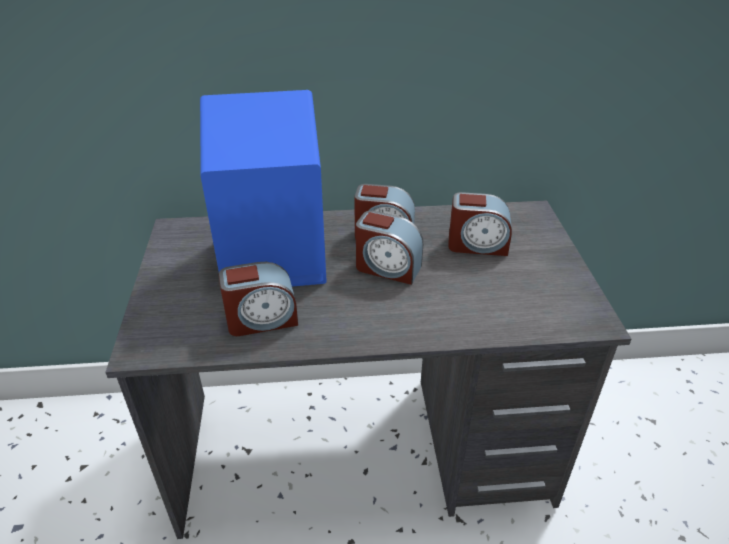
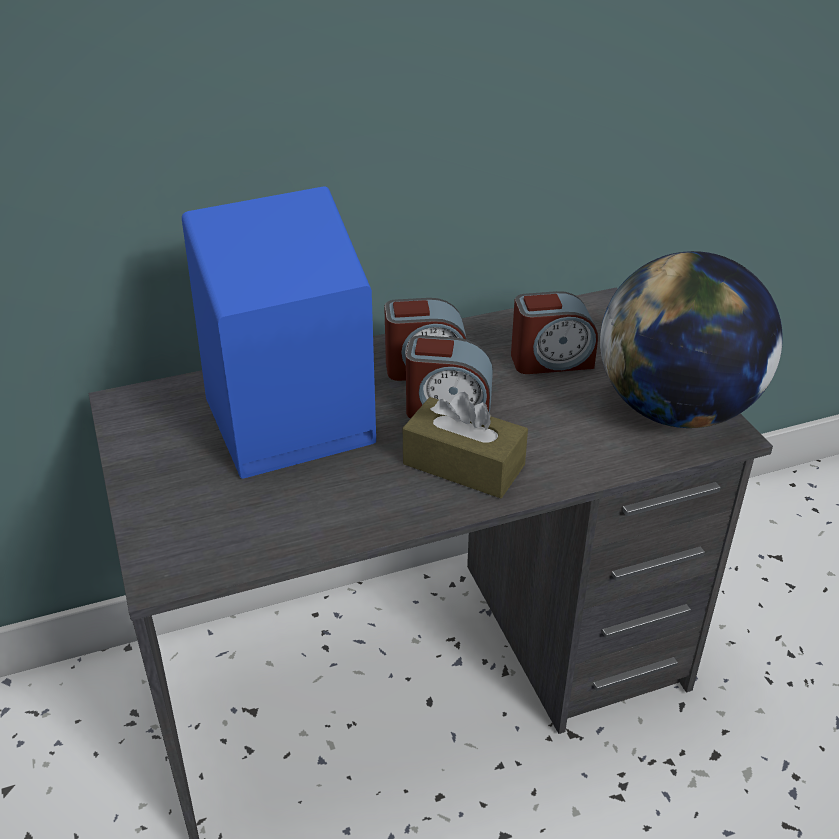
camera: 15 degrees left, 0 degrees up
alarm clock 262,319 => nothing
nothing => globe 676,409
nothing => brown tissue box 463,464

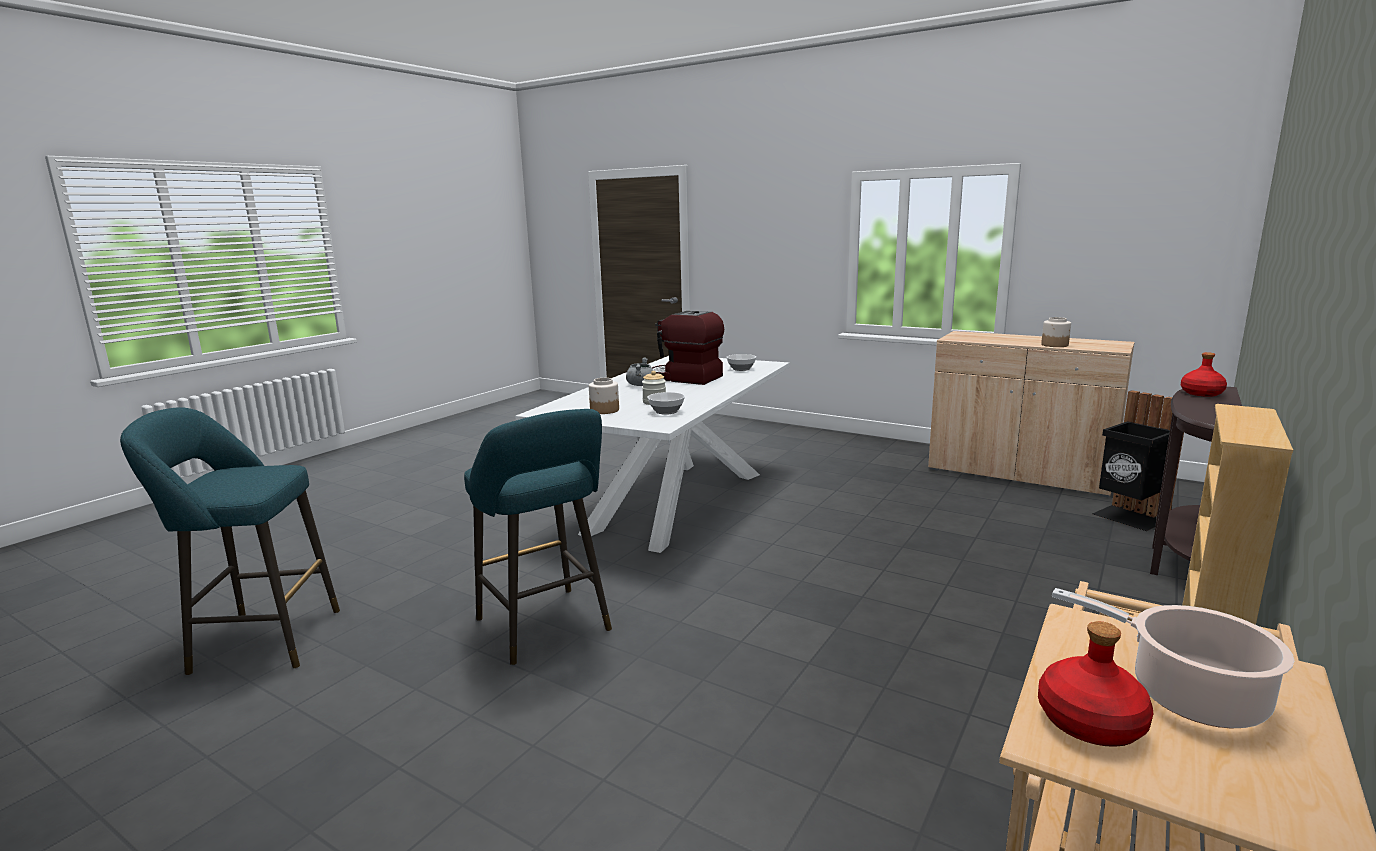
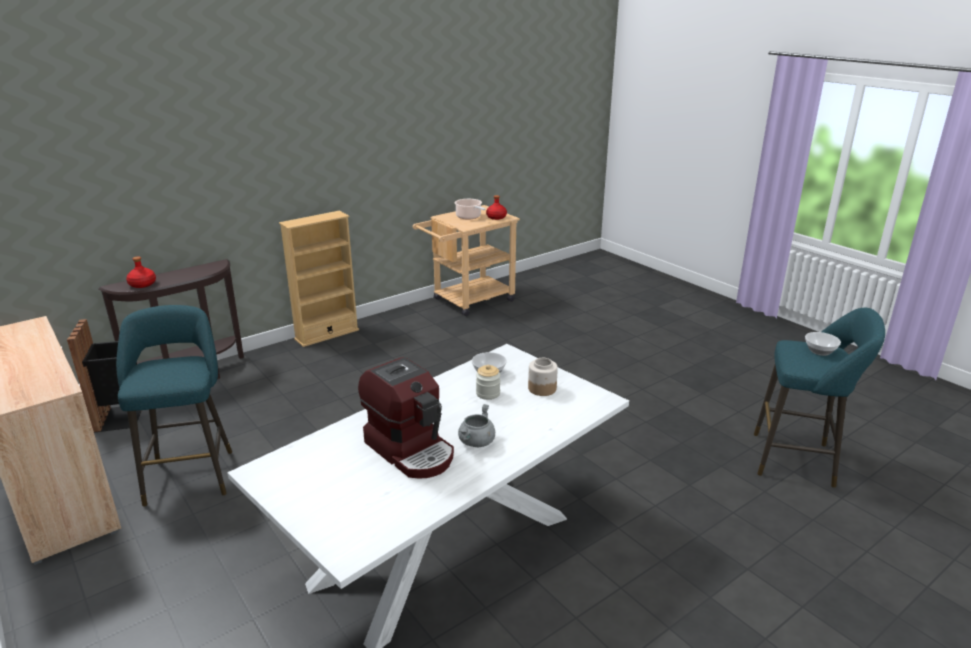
camera: 160 degrees left, 10 degrees up
jar 1055,345 => nothing
bowl 742,369 => bowl 819,351, shifted
turquoise stool 546,628 => turquoise stool 190,473, shifted

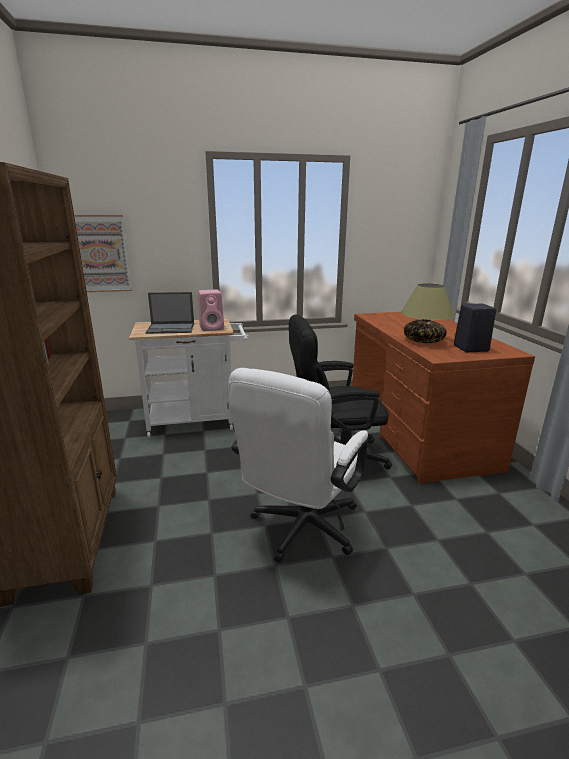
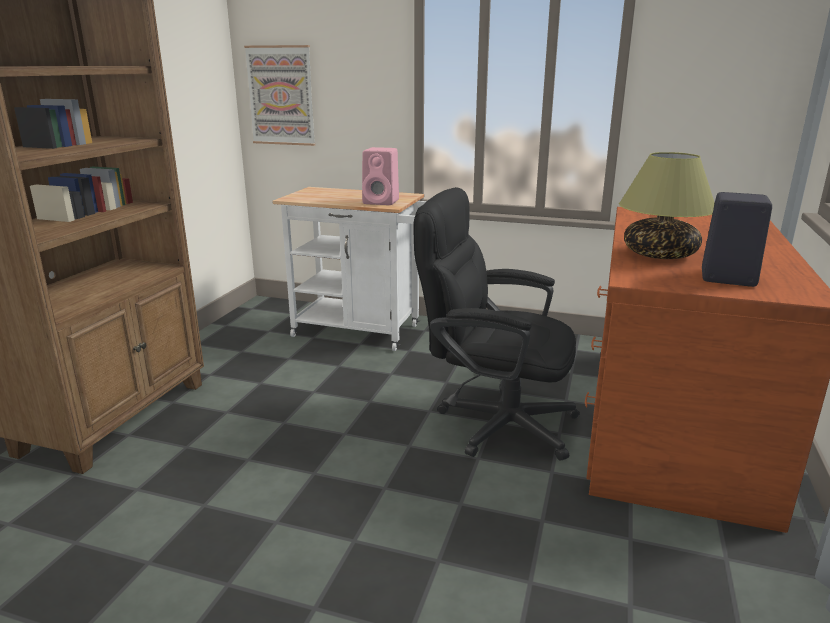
camera: 30 degrees right, 0 degrees up
laptop 171,328 => nothing
white office chair 300,531 => nothing

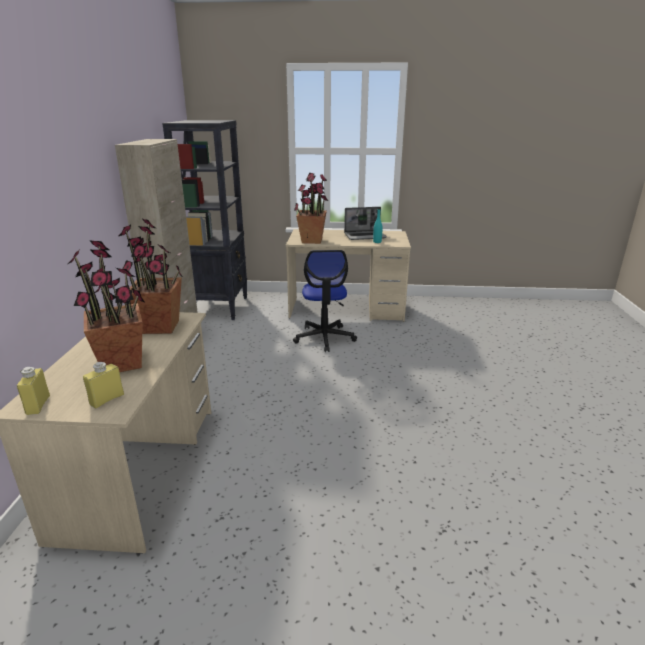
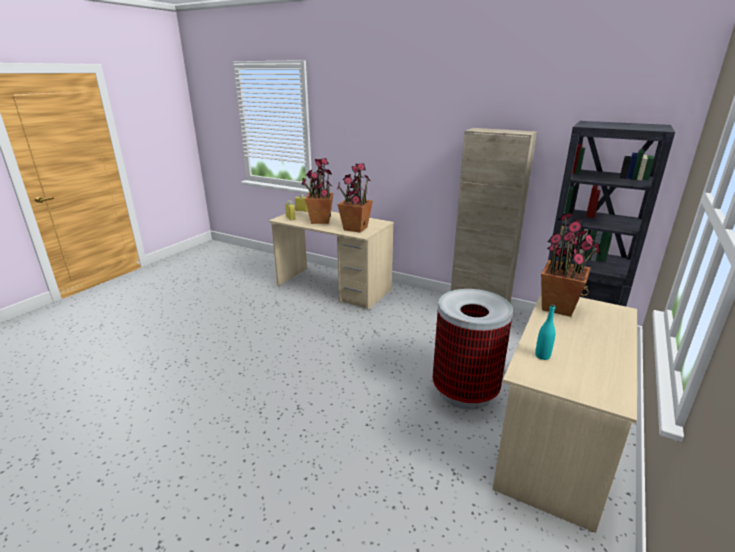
camera: 115 degrees right, 0 degrees up
laptop 365,236 => nothing
office chair 324,338 => trash can 464,391

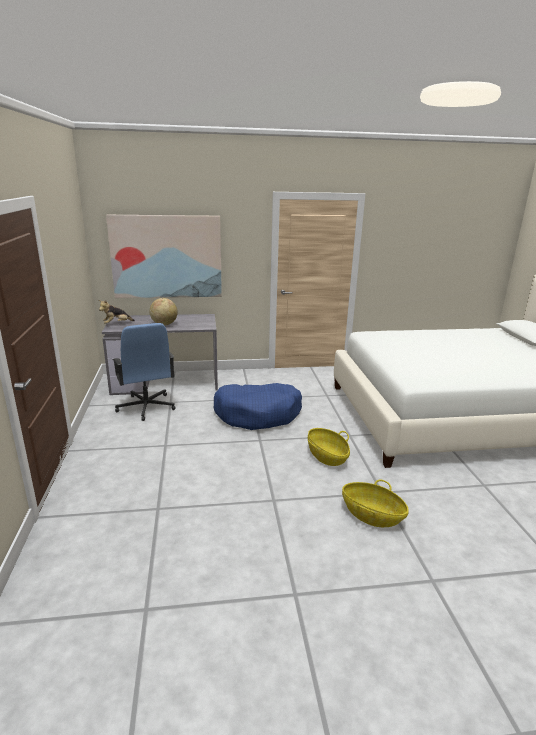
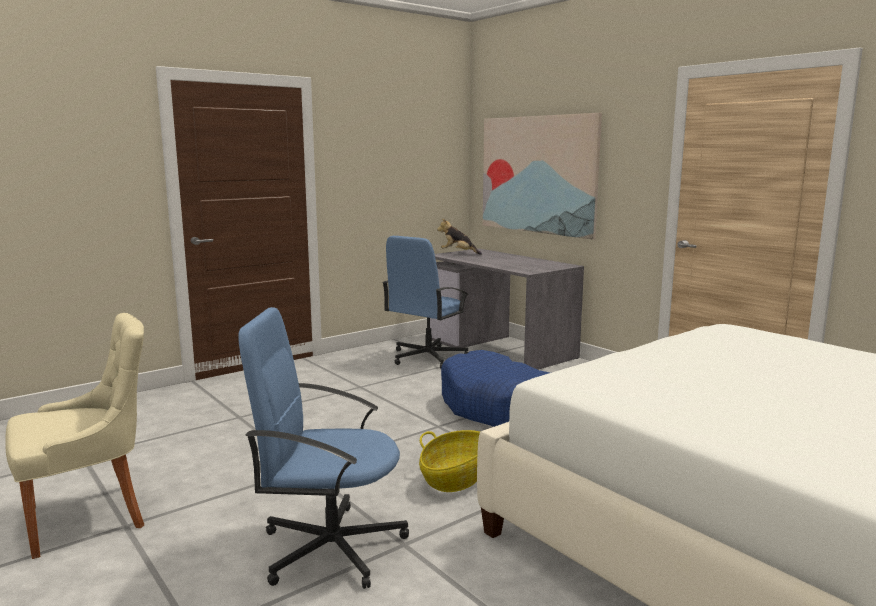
camera: 60 degrees right, 10 degrees down
globe 164,324 => nothing
basket 372,515 => blue office chair 330,547
nothing => beige chair 91,516

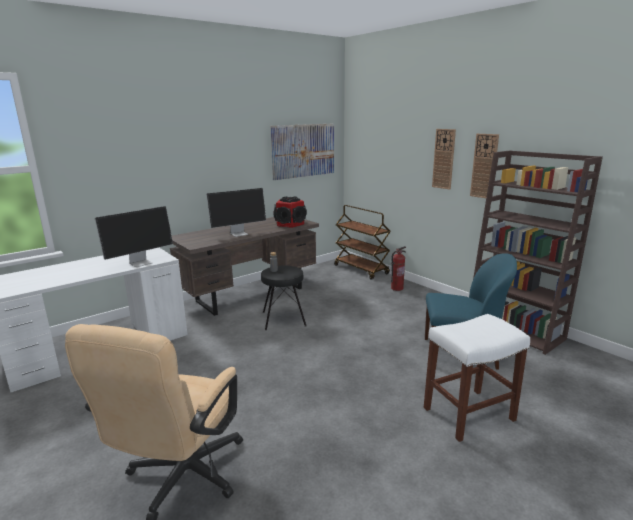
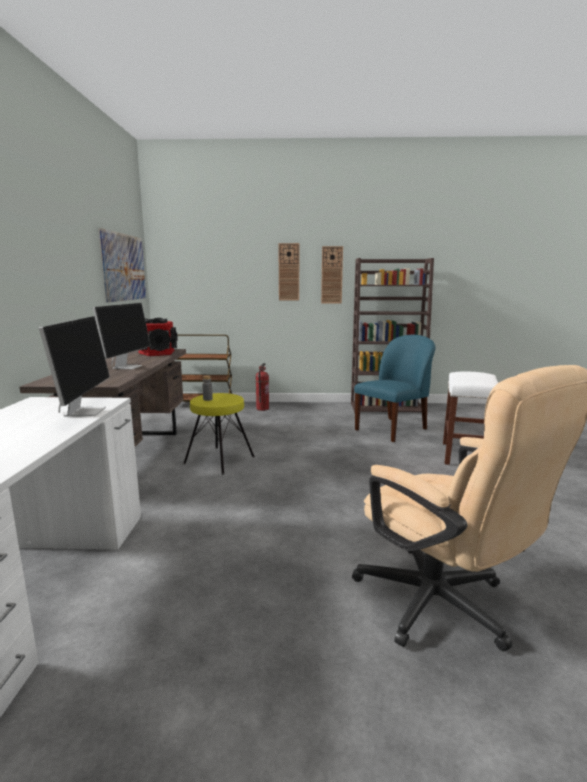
camera: 50 degrees left, 5 degrees down
black stool 283,319 => yellow stool 219,460

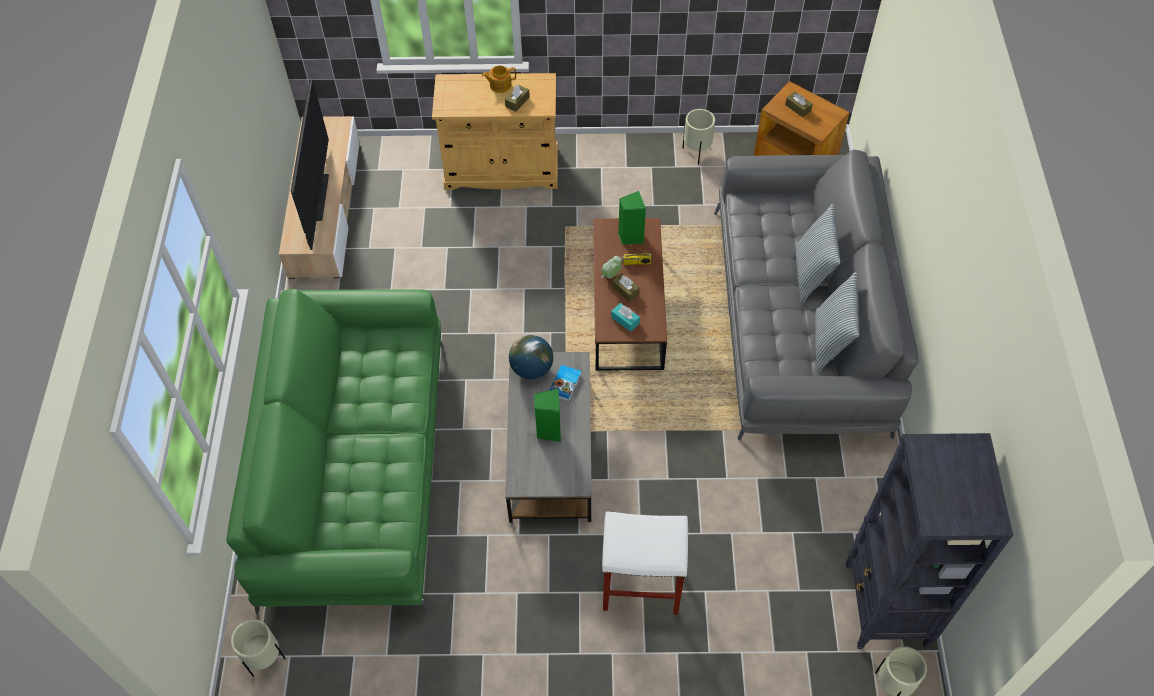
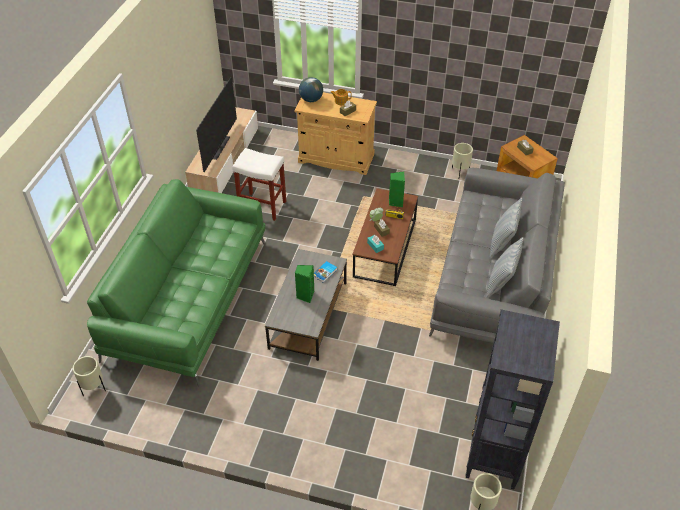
camera: 15 degrees right, 10 degrees down
globe 532,369 => globe 311,100, shifted
white stool 640,586 => white stool 261,206, shifted

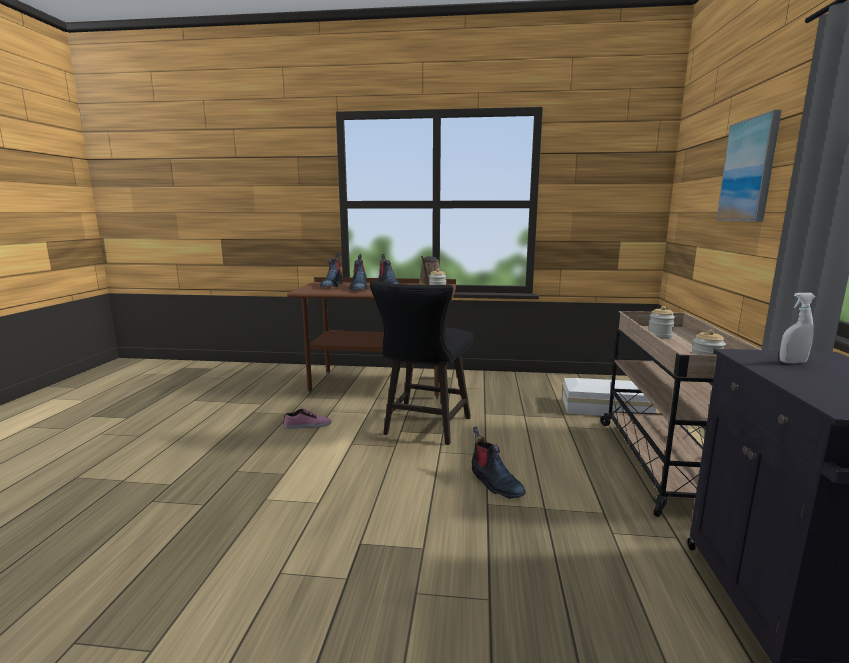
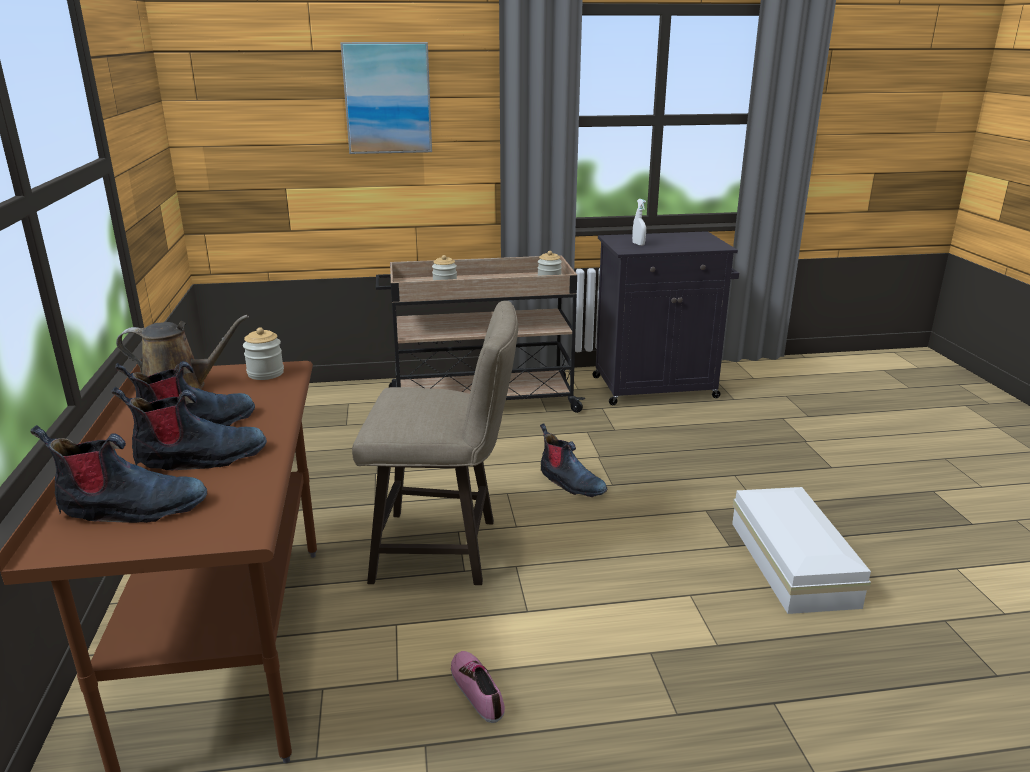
camera: 105 degrees left, 10 degrees up
black stool 424,428 => beige stool 446,550
white storage box 604,407 => white storage box 791,564, shifted
boot 494,483 => boot 570,483, 90 degrees clockwise

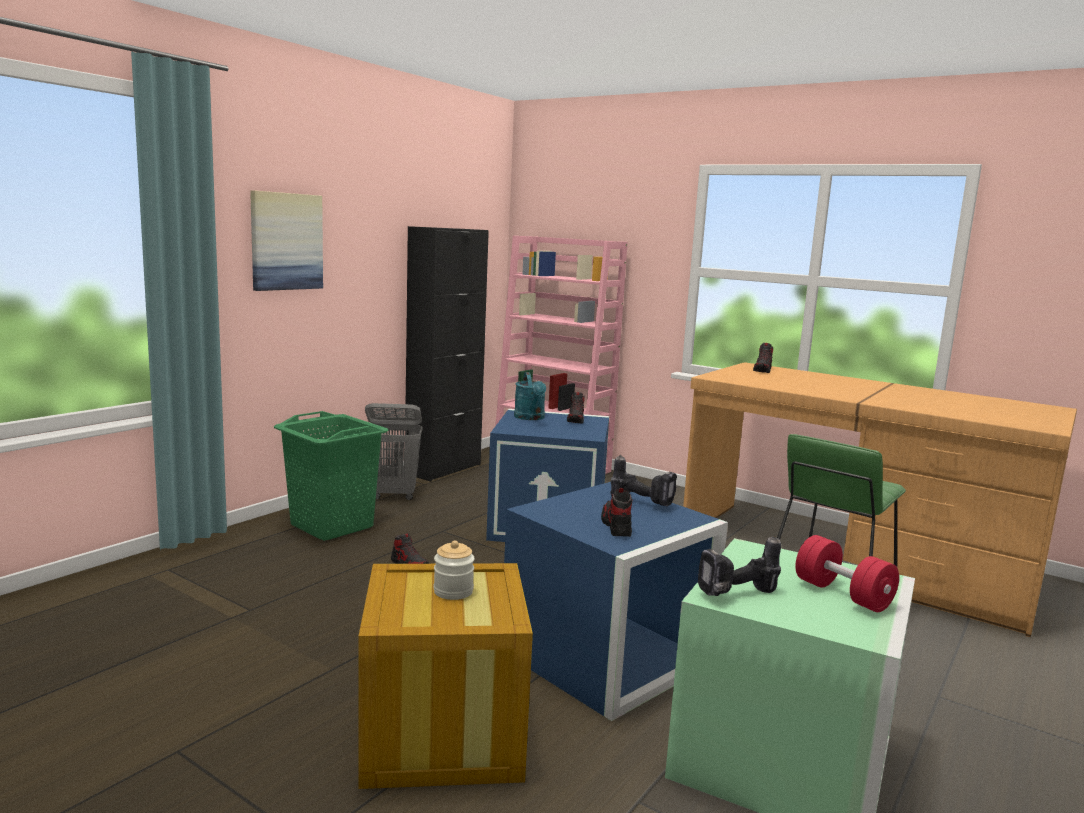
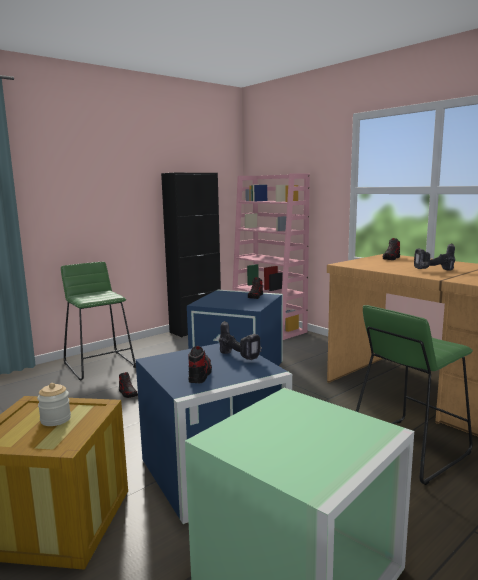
camera: 15 degrees right, 0 degrees up
picture 286,241 => nothing
turquoise watering can 530,418 => nothing
grey laundry basket 393,495 => nothing
green laundry basket 332,525 => green stool 100,365
red dumbbell 842,594 => nothing
power drill 738,595 => power drill 433,271, shifted

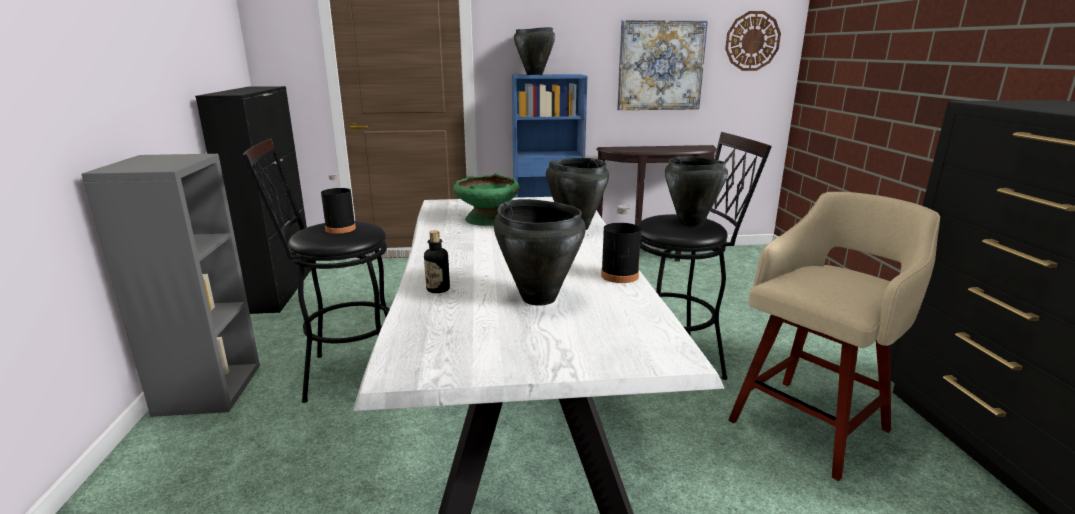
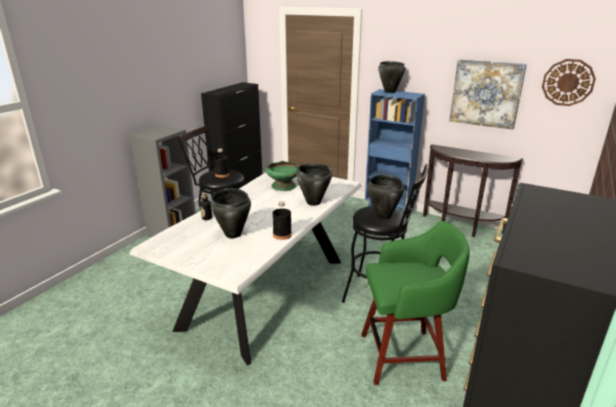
camera: 35 degrees right, 5 degrees up
beige stool 811,423 => green stool 404,356

